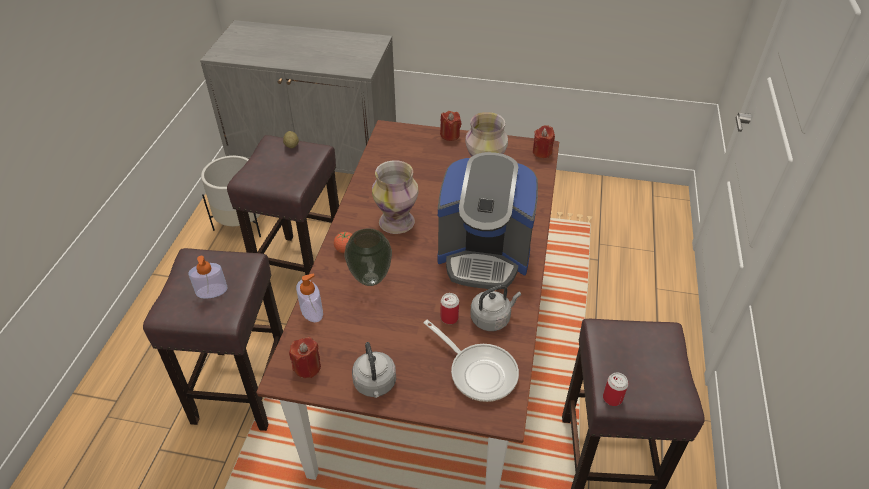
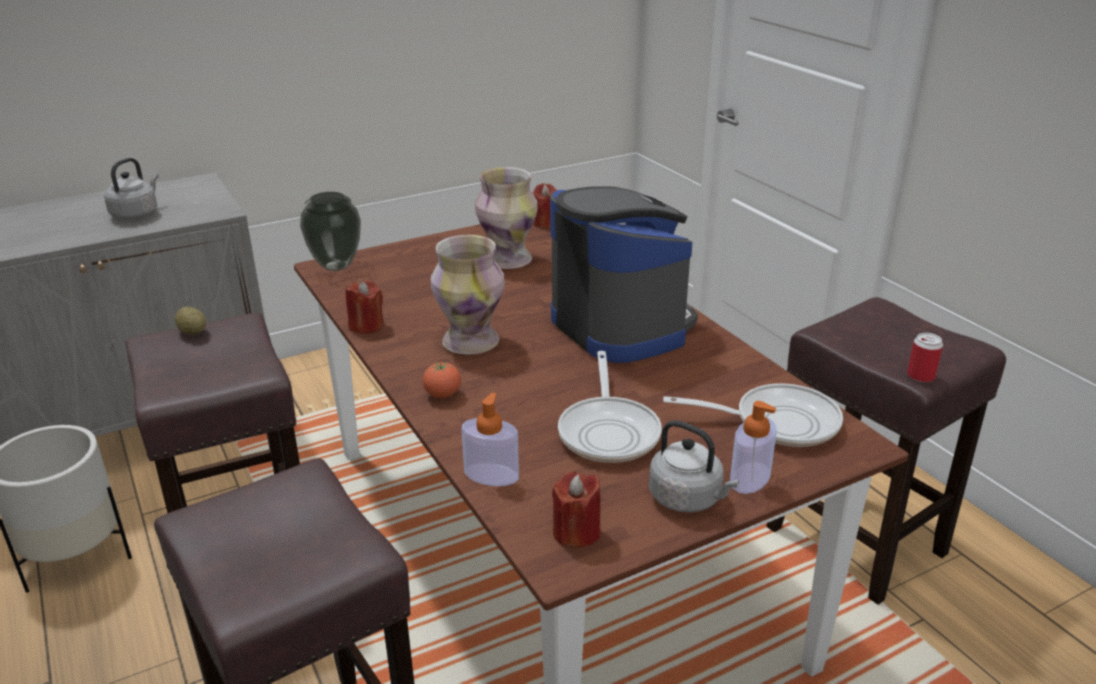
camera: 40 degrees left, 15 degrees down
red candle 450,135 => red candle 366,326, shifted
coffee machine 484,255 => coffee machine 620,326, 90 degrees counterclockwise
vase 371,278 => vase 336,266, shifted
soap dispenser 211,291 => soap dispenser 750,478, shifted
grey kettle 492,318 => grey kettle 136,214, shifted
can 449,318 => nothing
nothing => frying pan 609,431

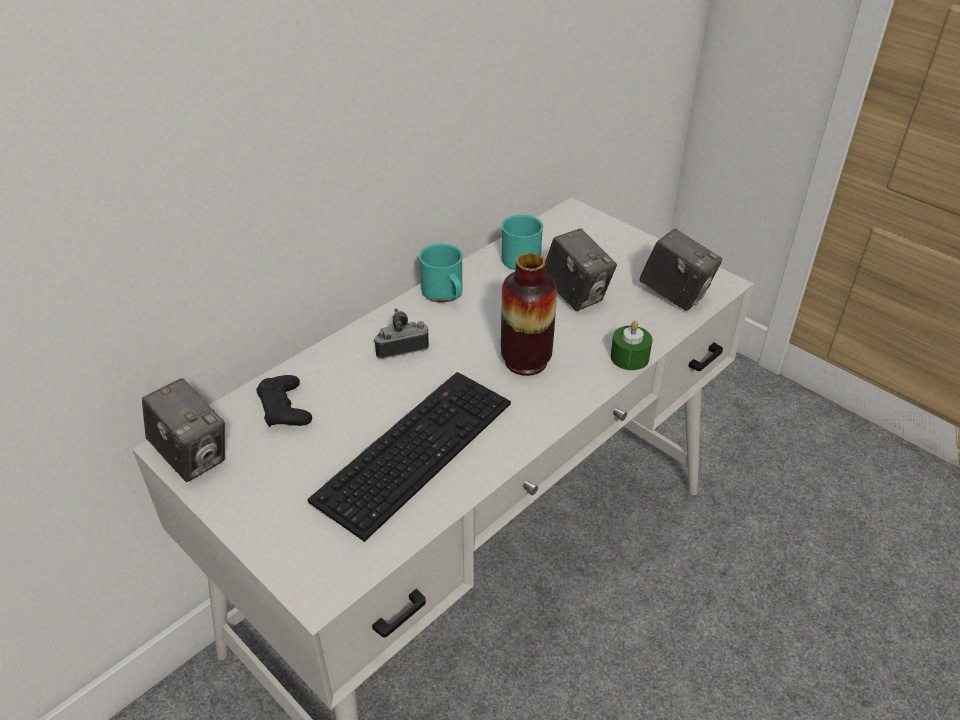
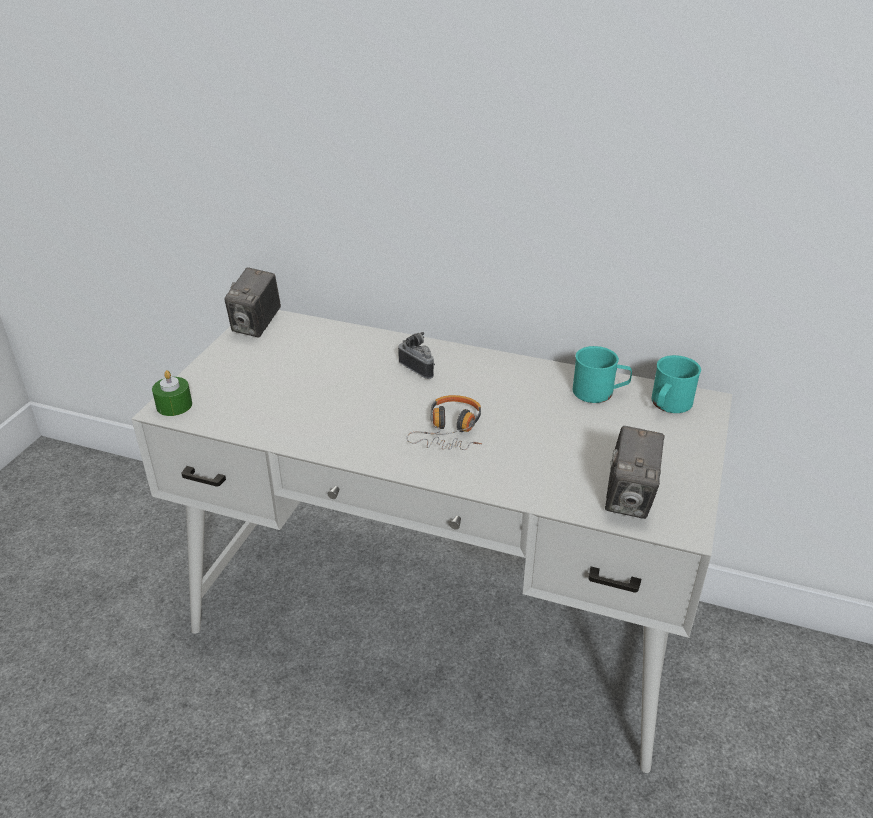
camera: 65 degrees right, 5 degrees down
photo camera 575,295 => nothing
turquoise mug 445,294 => turquoise mug 668,405, shifted
vase 526,361 => headphones 450,431
green candle 629,357 => green candle 174,405, shifted
keyboard 414,448 => nothing
black game controller 284,408 => nothing

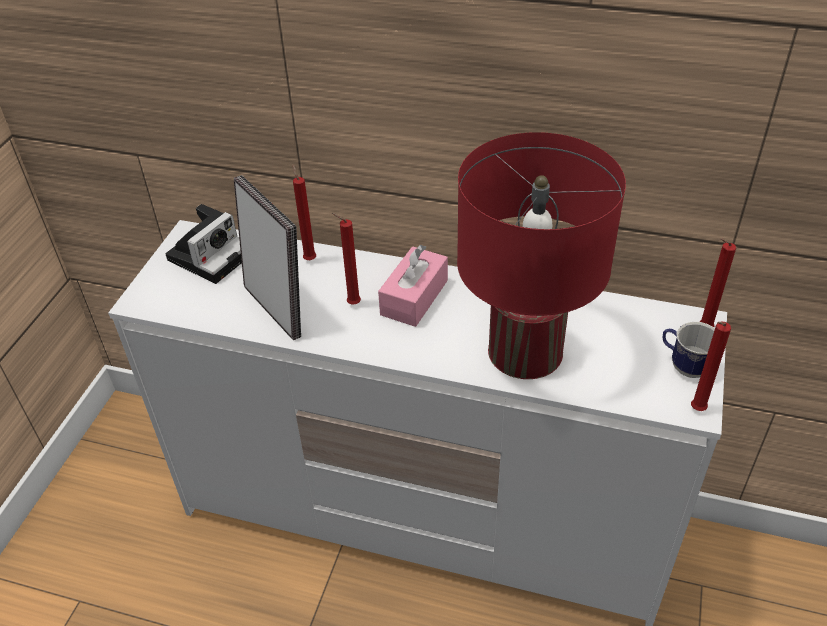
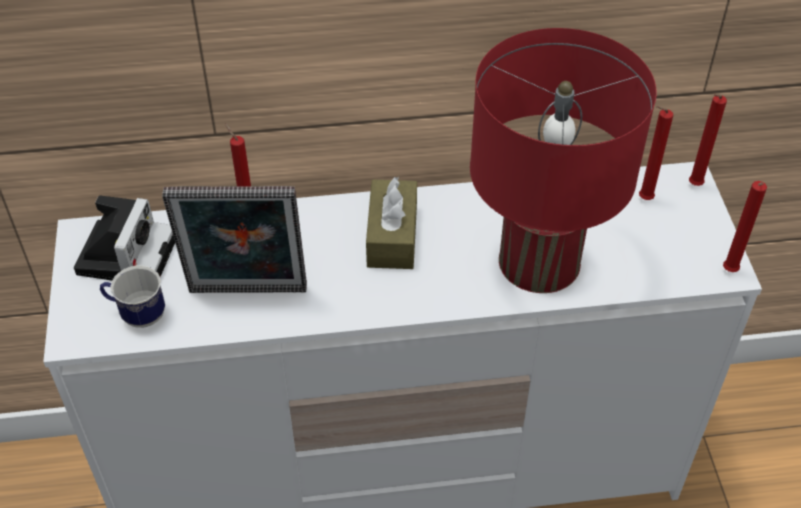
camera: 25 degrees left, 5 degrees up
picture frame 277,308 => picture frame 247,294, 150 degrees clockwise
red candle 351,304 => red candle 643,199, shifted
pink tissue box 414,297 => brown tissue box 392,236
mug 684,365 => mug 137,314, shifted

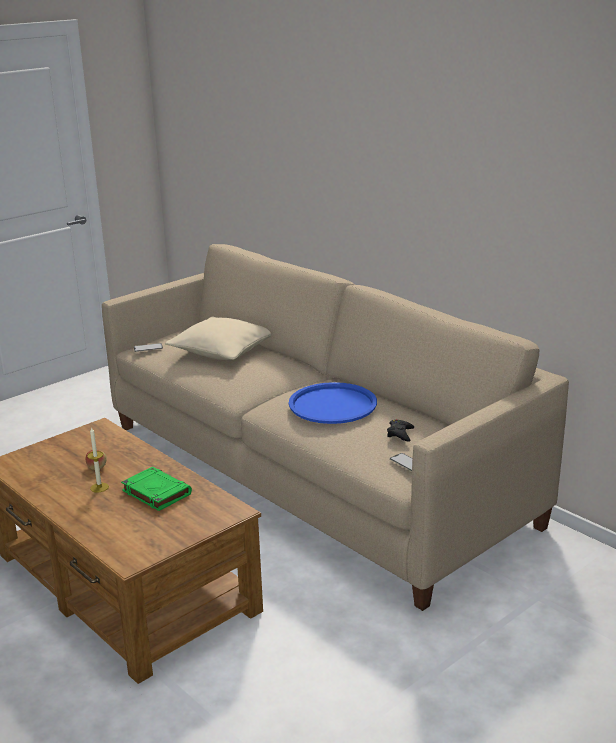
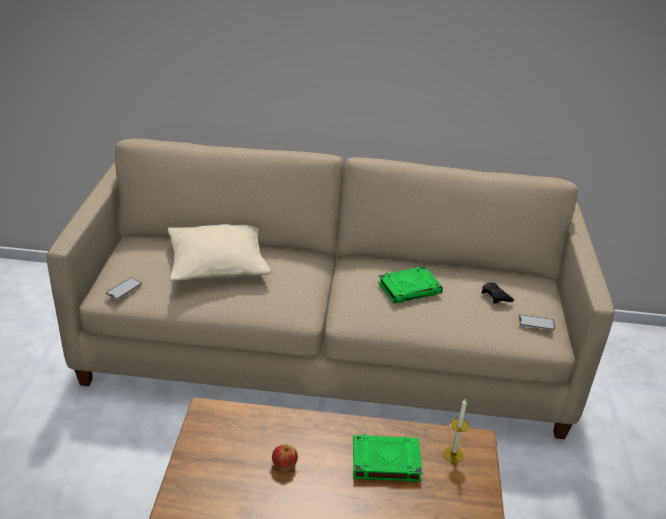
camera: 45 degrees left, 10 degrees up
blue tray 332,404 => green book 409,288
candle 99,487 => candle 453,454, shifted

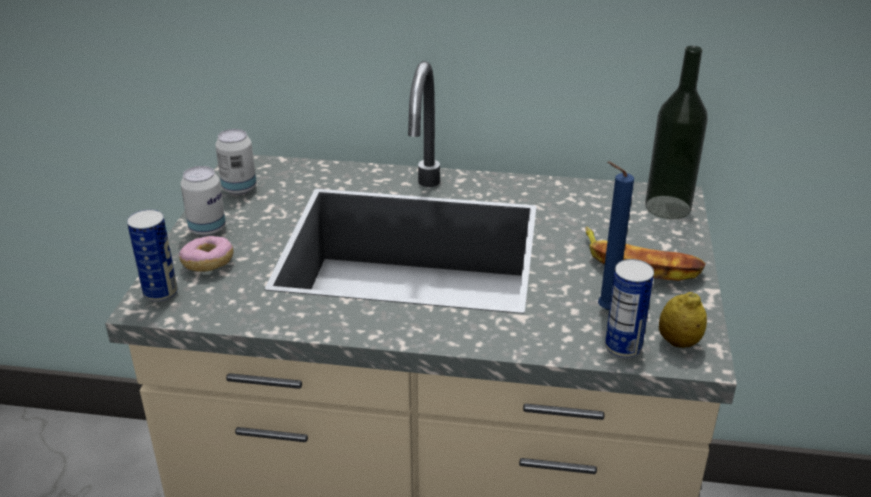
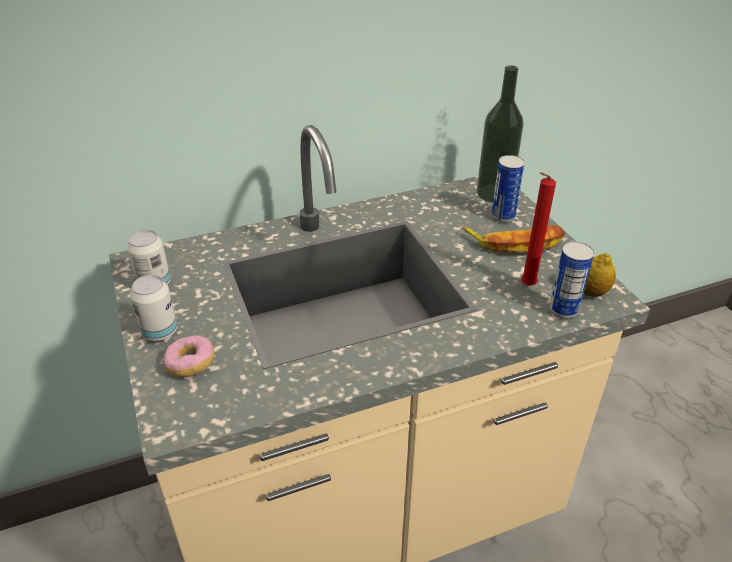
camera: 30 degrees left, 5 degrees up
blue candle 603,310 => red candle 526,286
can 160,293 => can 503,216, shifted

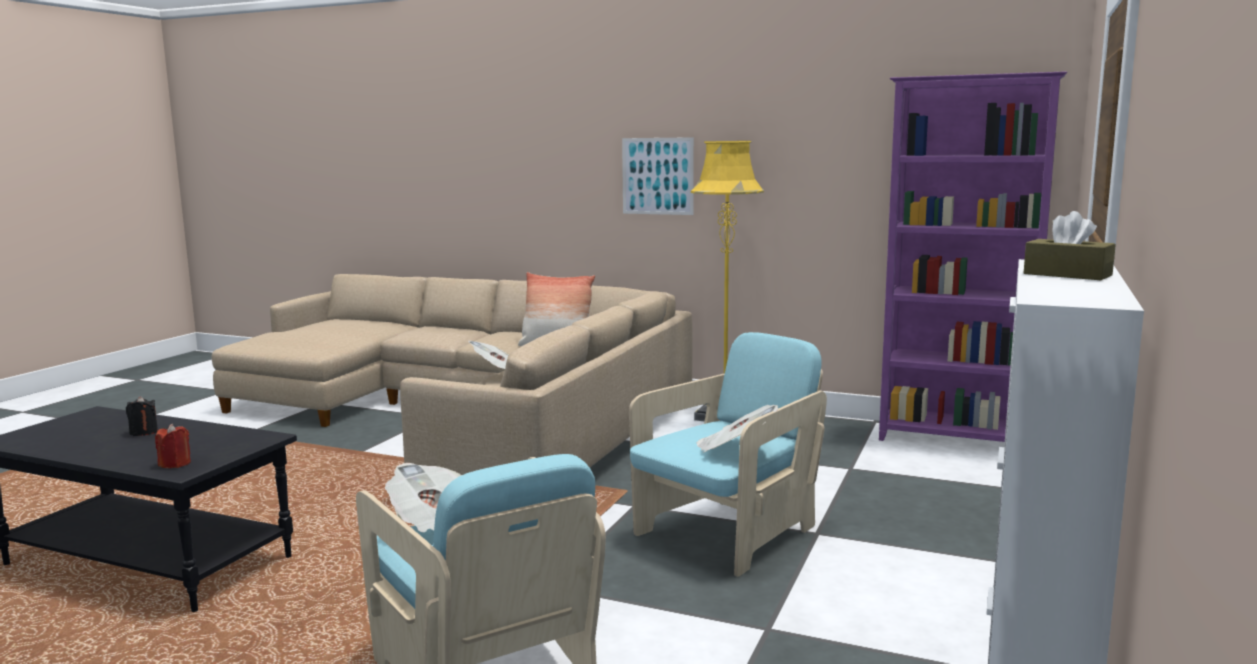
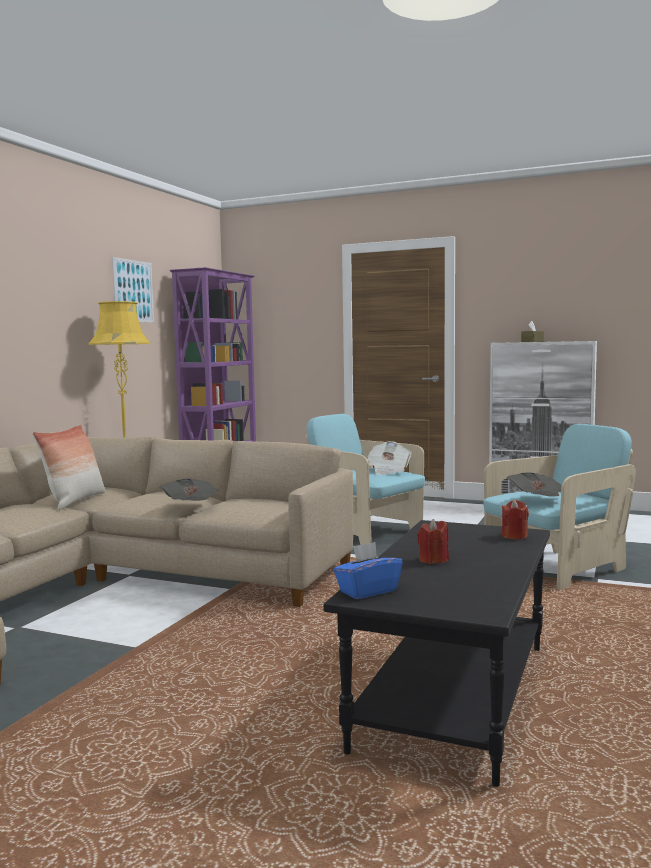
camera: 90 degrees left, 5 degrees down
picture 657,176 => picture 133,291, shifted
black candle 143,432 => red candle 433,560
nothing => blue tissue box 367,591

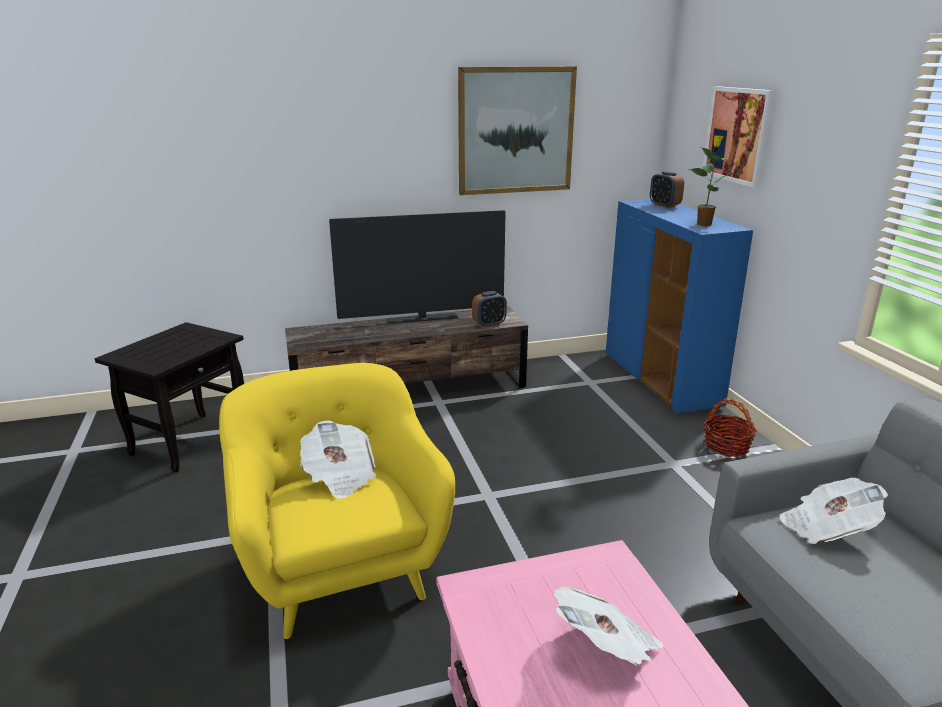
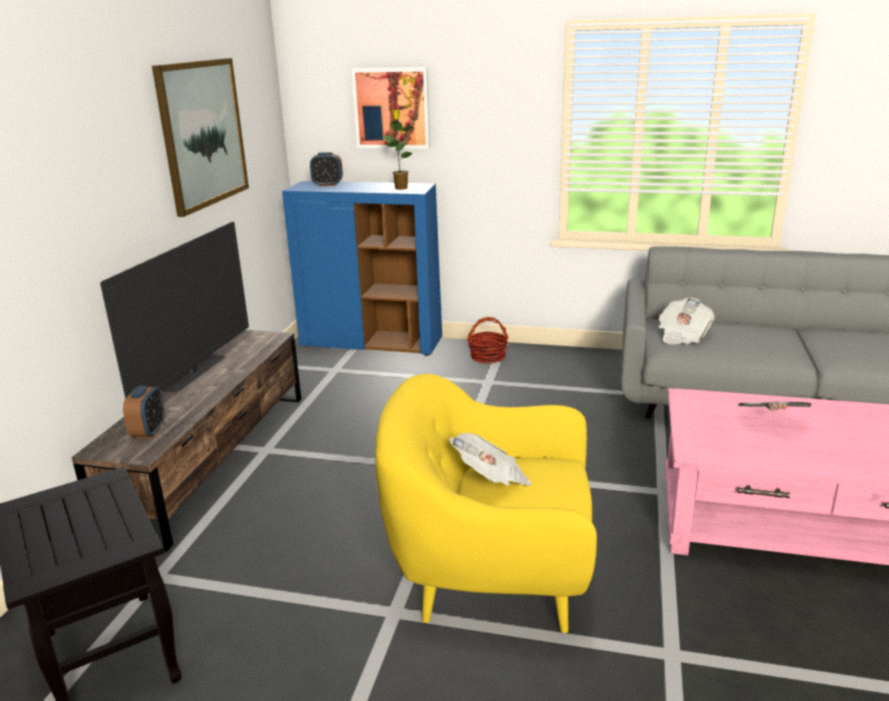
camera: 60 degrees left, 0 degrees up
alarm clock 489,324 => alarm clock 148,431, shifted

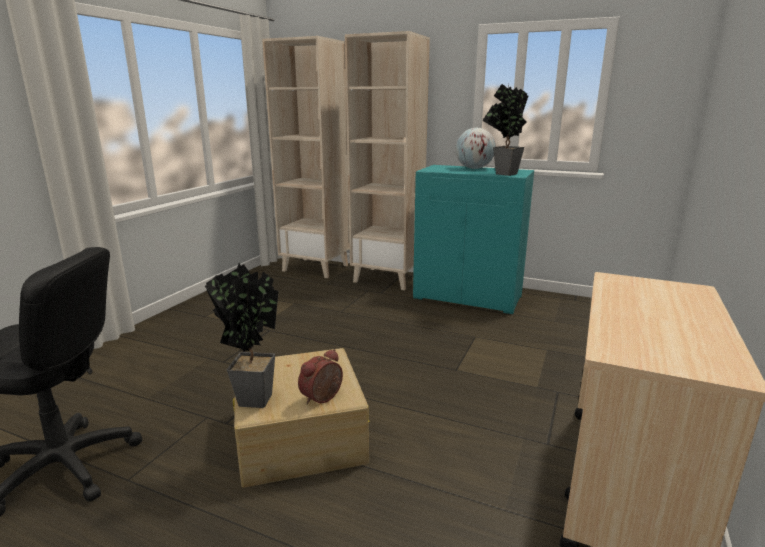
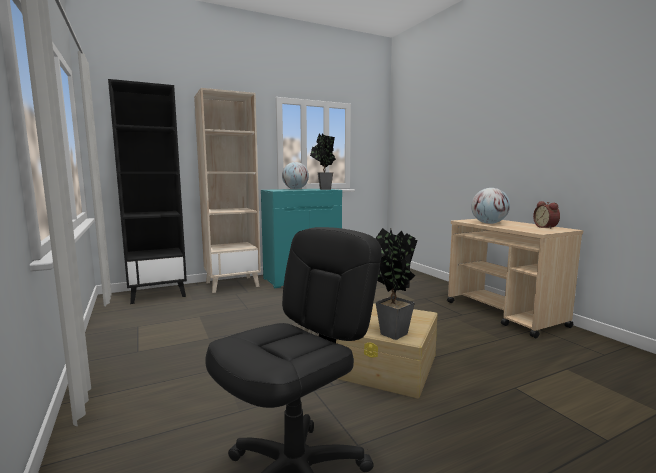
camera: 50 degrees left, 10 degrees down
beige bookcase 316,268 => black bookcase 158,294
alarm clock 323,398 => alarm clock 546,227, shifted
nothing => globe 488,223

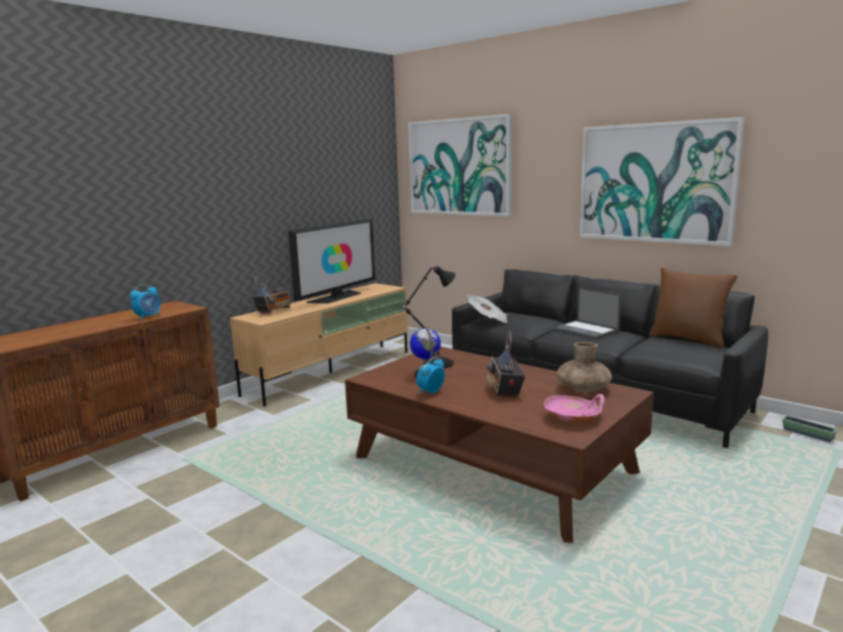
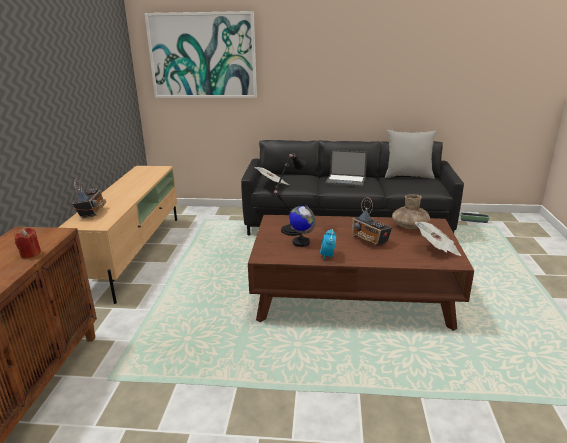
camera: 35 degrees left, 10 degrees up
picture 655,183 => nothing
television 337,297 => nothing
brown pillow 688,339 => grey pillow 408,176
alarm clock 148,317 => red candle 30,254
pink bowl 573,417 => newspaper 437,249

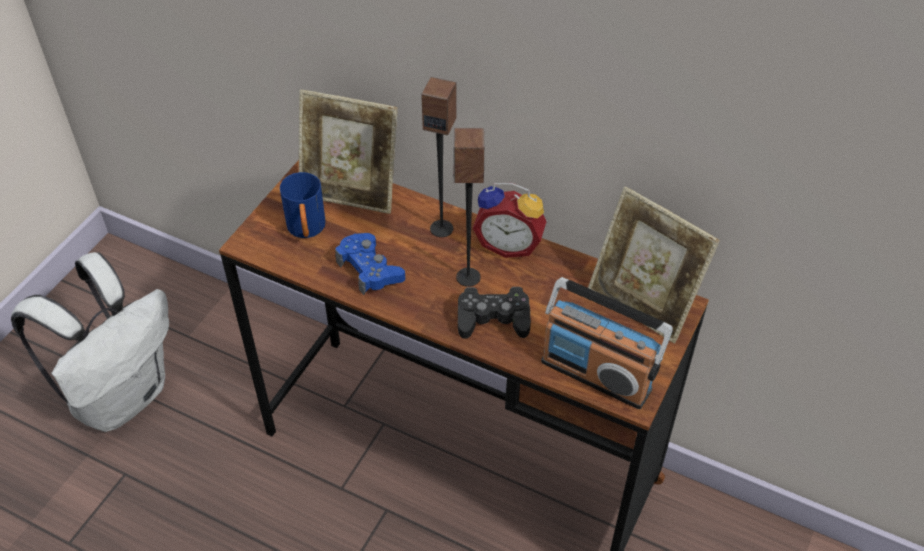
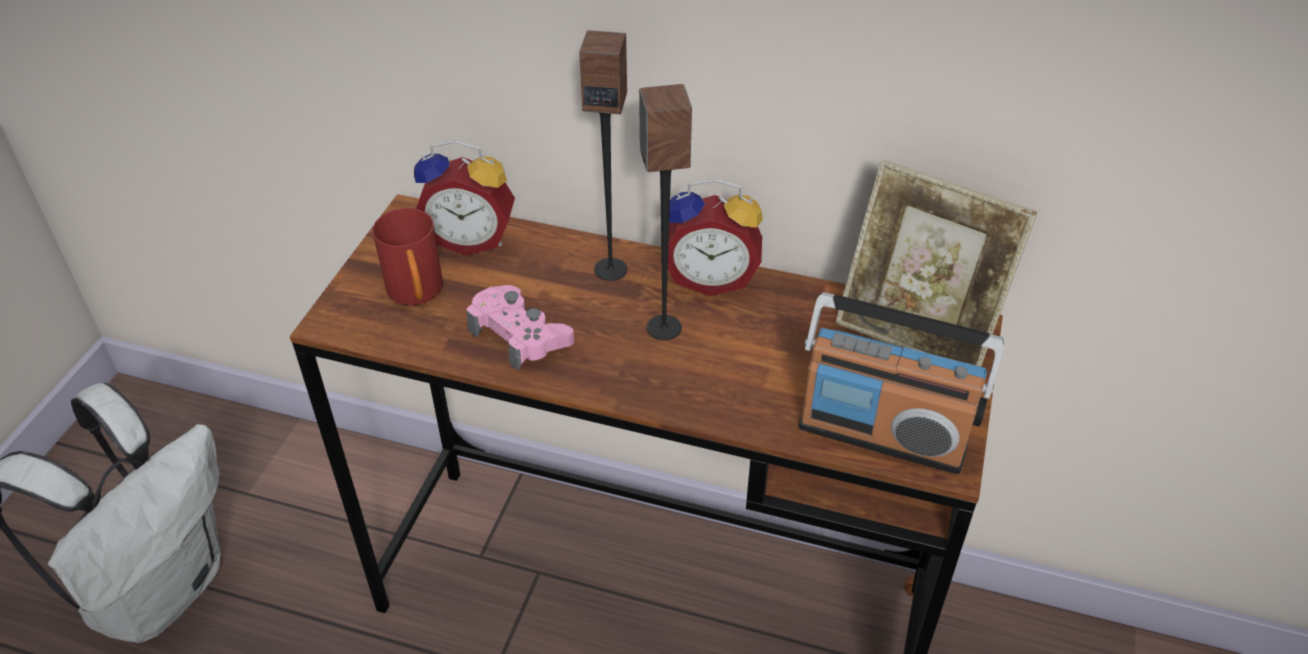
camera: 10 degrees left, 5 degrees down
picture frame 350,192 => alarm clock 471,239
blue mug 307,231 => red mug 417,295
blue game controller 370,269 => pink game controller 520,335
black game controller 493,319 => nothing

